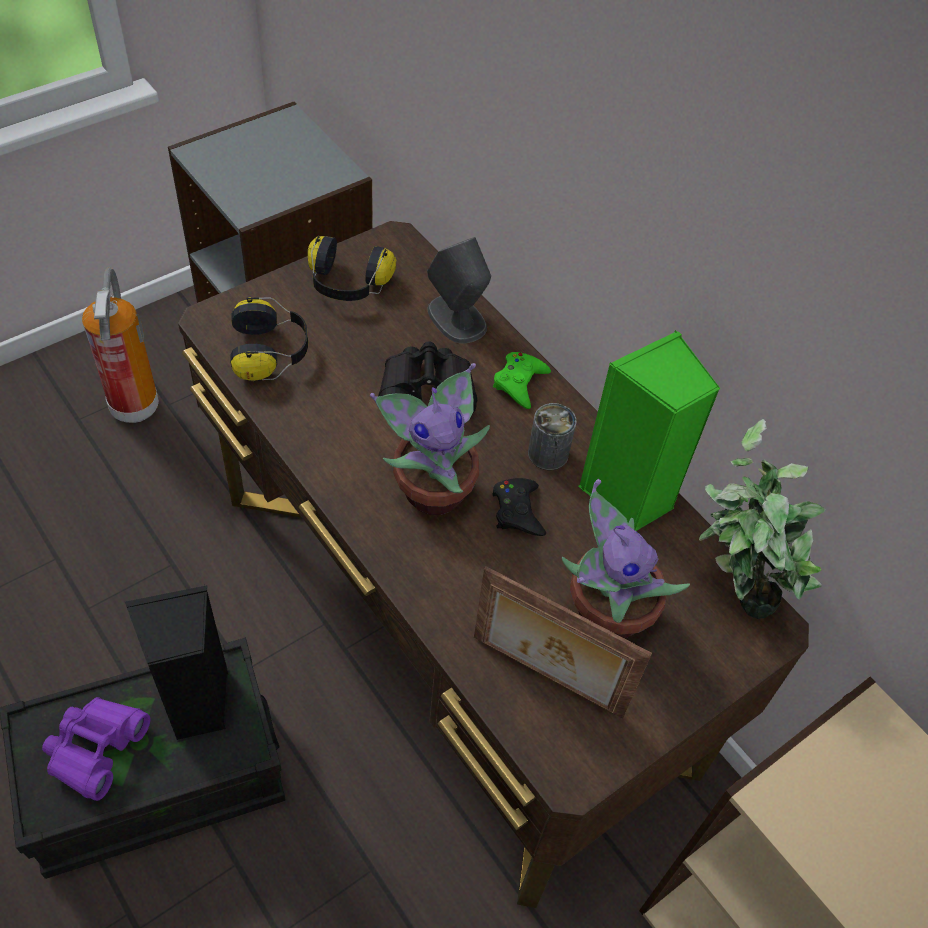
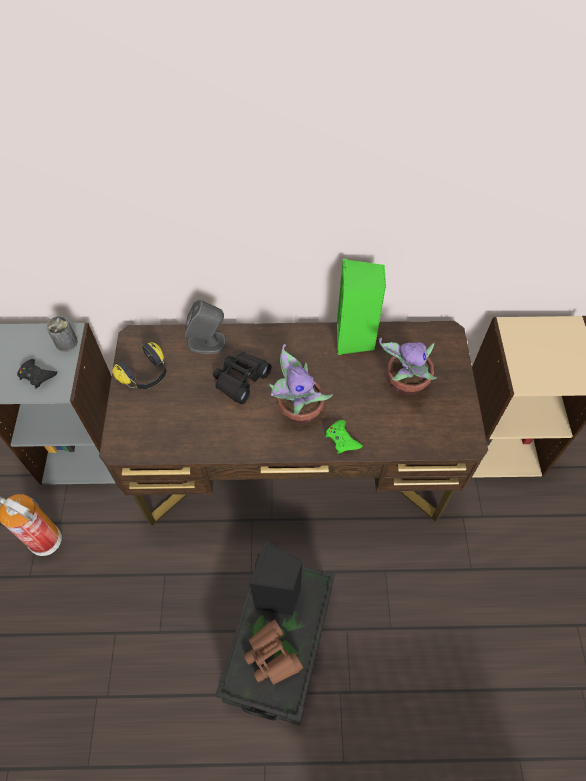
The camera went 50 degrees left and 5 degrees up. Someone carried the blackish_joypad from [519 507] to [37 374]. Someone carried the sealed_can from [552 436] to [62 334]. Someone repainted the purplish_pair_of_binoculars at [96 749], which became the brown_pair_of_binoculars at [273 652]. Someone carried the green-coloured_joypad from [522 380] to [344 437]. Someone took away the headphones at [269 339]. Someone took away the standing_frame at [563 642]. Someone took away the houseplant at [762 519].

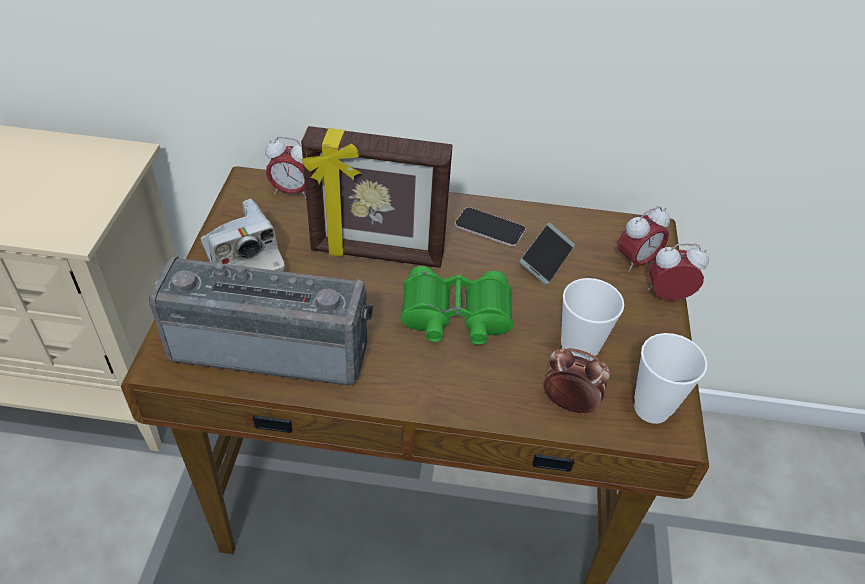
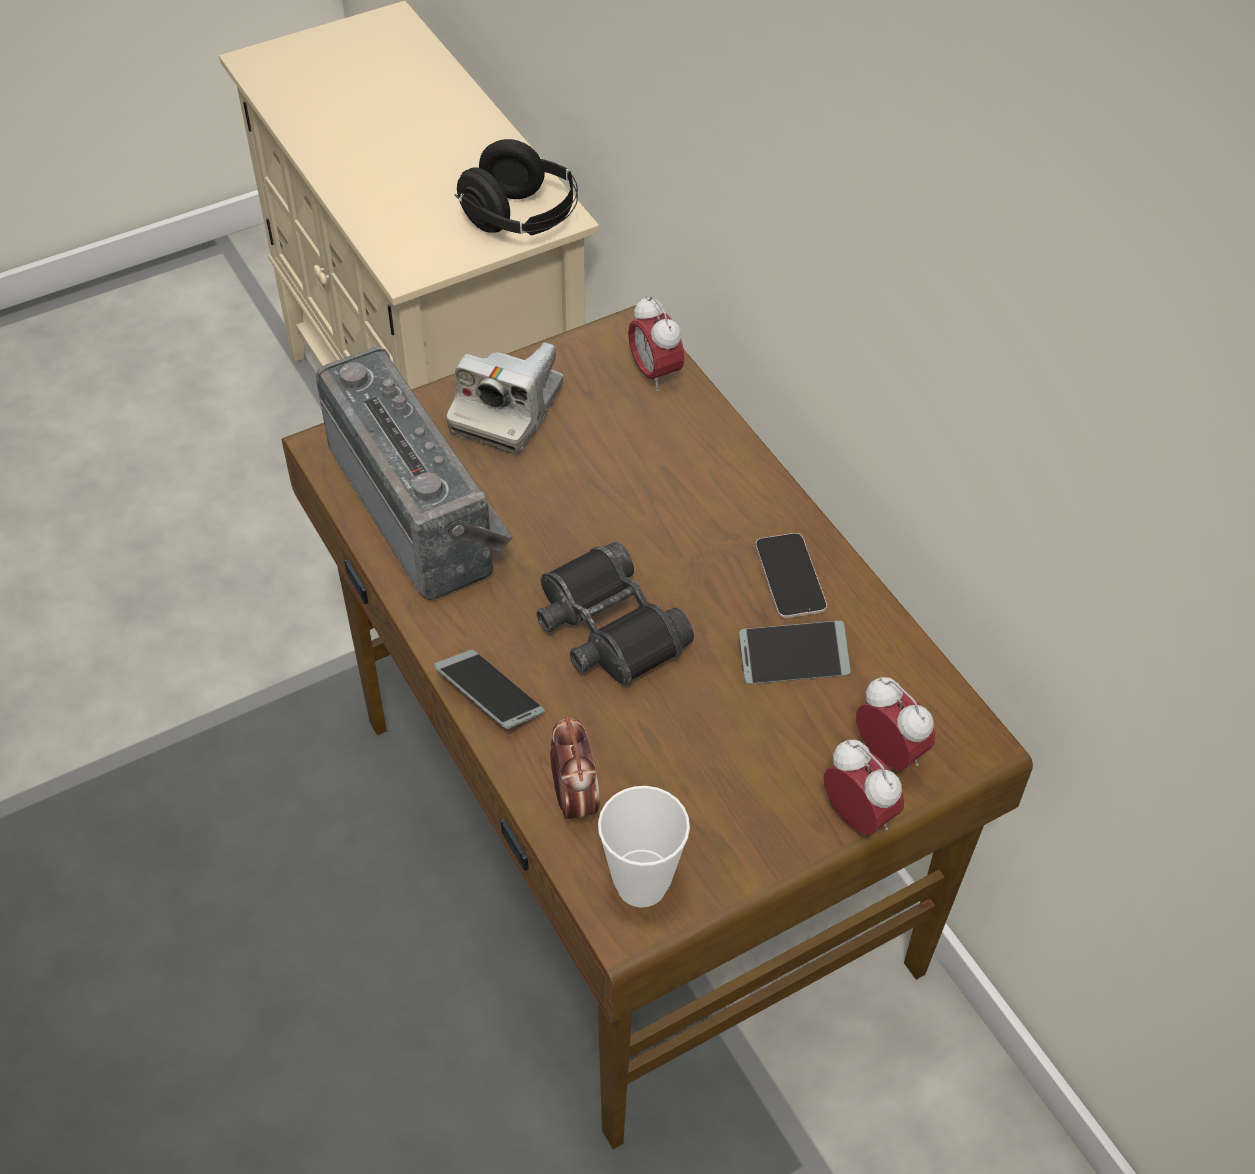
The camera went 55 degrees right and 5 degrees up. Someone put down the phone at [489 689]. Someone put down the blackish_headphones at [516 187]. Someone repainted the green-coloured_pair_of_binoculars at [456 305], which became the blackish_pair_of_binoculars at [615 613]. Someone rotated the alarm_clock at [643 239] by 150 degrees counterclockwise. Someone took away the standing_frame at [377 197]. Someone took away the small_cup at [592 319].

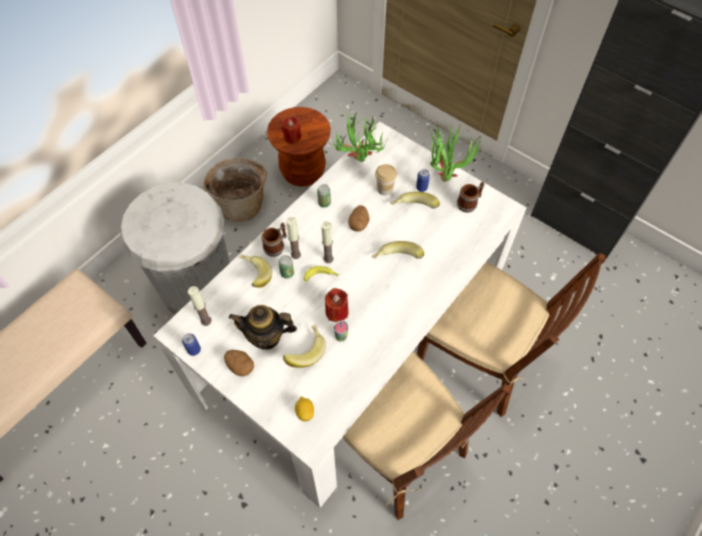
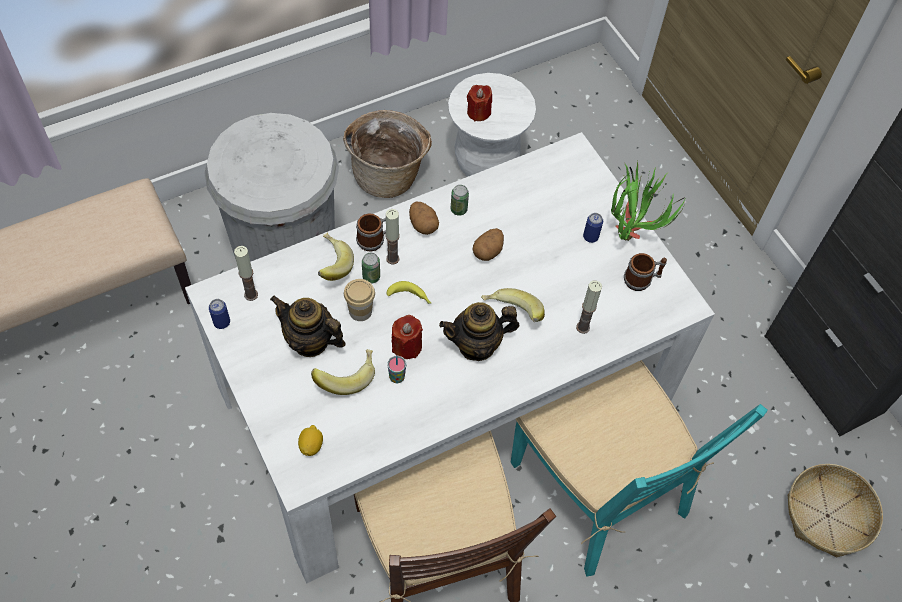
The camera went 20 degrees right and 0 degrees up. Someone carried the small_cup from [386 179] to [359 300]. Someone carried the spud from [239 363] to [424 218]. Someone put down the pot_for_tea at [479 331]. Someone repainted the brown_stool at [299 147], which became the white-coloured_stool at [492 124]. Someone repainted the brown_chair at [511 335], which became the blue-green_chair at [639 468]. Someone carried the candle from [327 242] to [589 307]. Someone put down the basket at [835 510]. Someone took away the houseplant at [359 137]. Someone took away the whole_banana at [415 200].

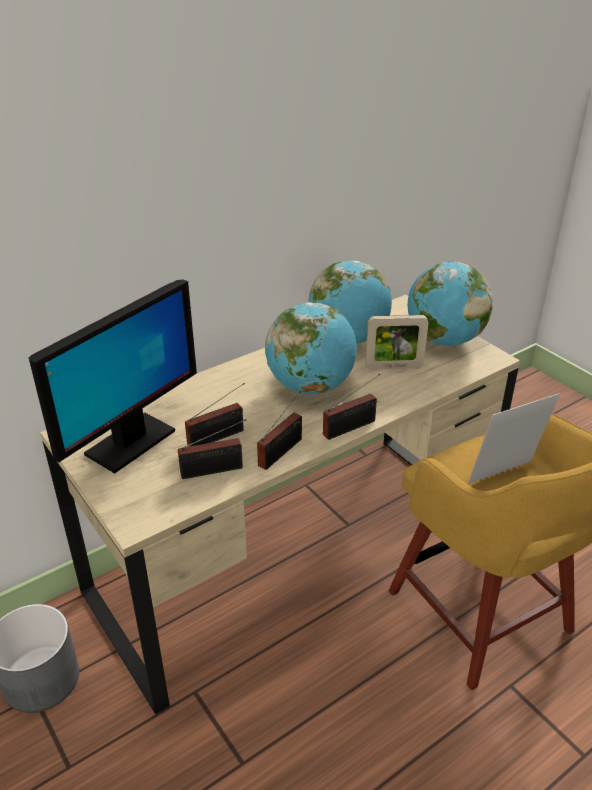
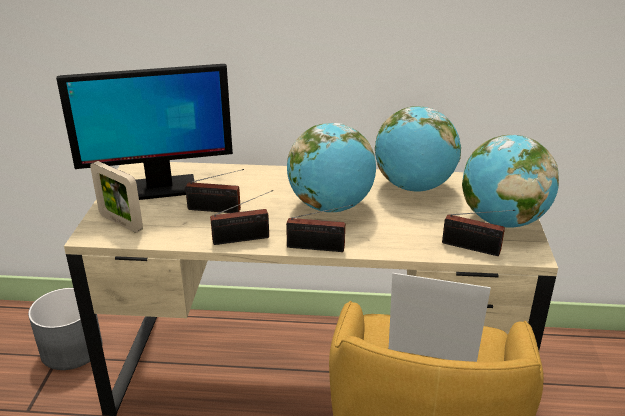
The camera went 40 degrees right and 5 degrees down. Someone carried the standing_frame from [396 342] to [116 197]. Someone carried the radio_set from [212 449] to [478 233].

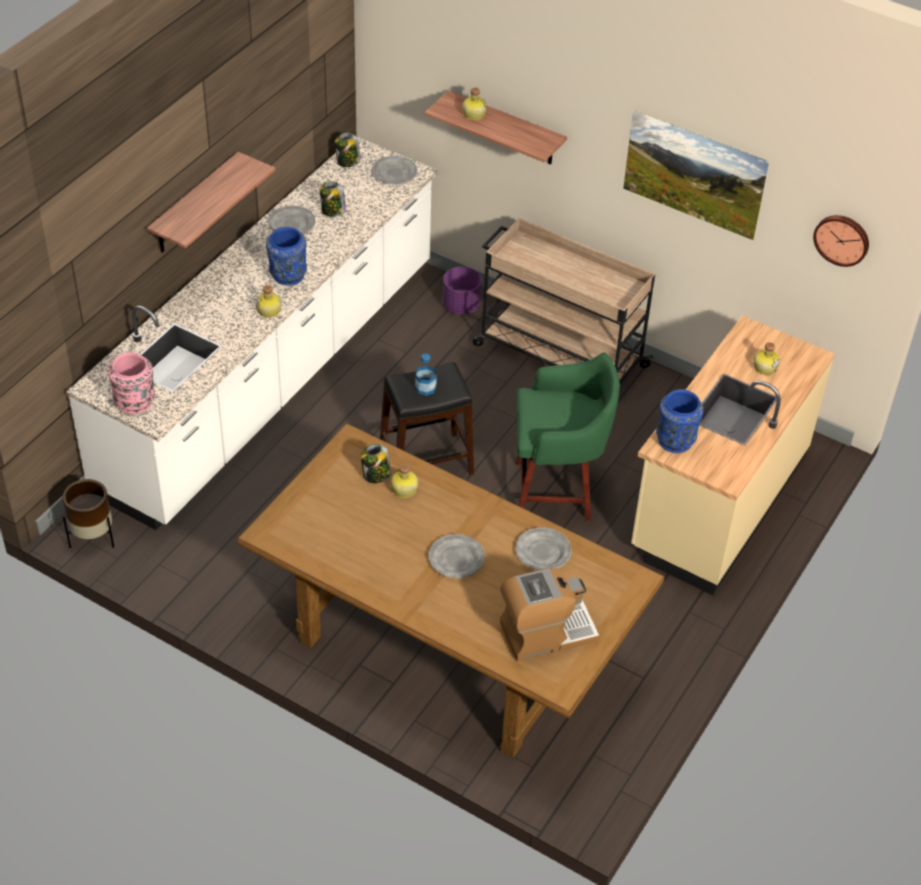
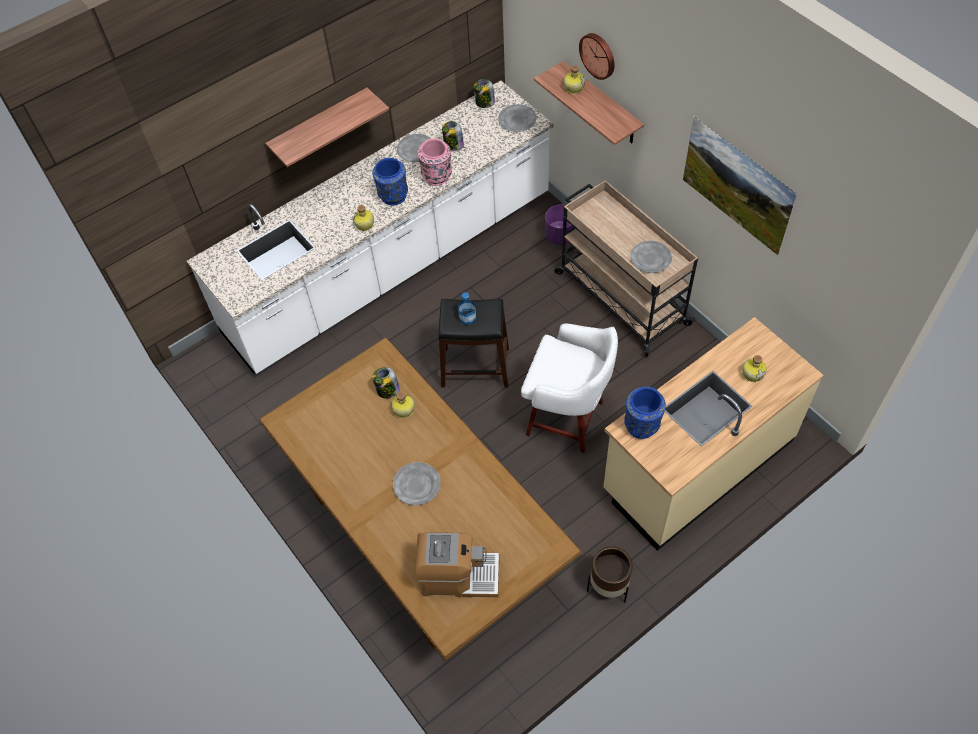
The camera went 25 degrees right and 10 degrees up. Someone carried the pinkish_decorative_vase from [131 383] to [435 161]. Someone repainted the green-coloured_stool at [568 436], which became the white-coloured_stool at [569 388]. Someone carried the hanging_clock from [841 241] to [596 56]. Someone carried the brown_flower_pot from [88 513] to [609 574]. Someone carried the greyish_flat_dish from [543 548] to [651 257].

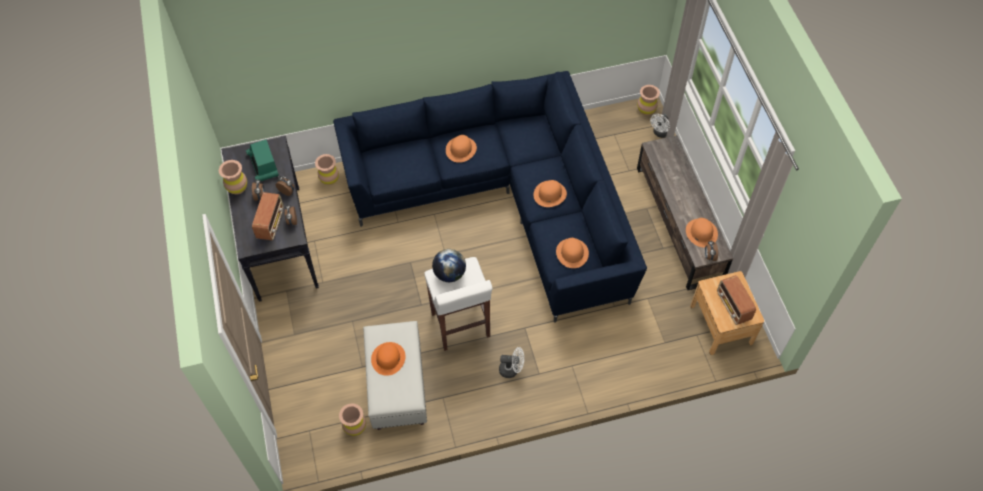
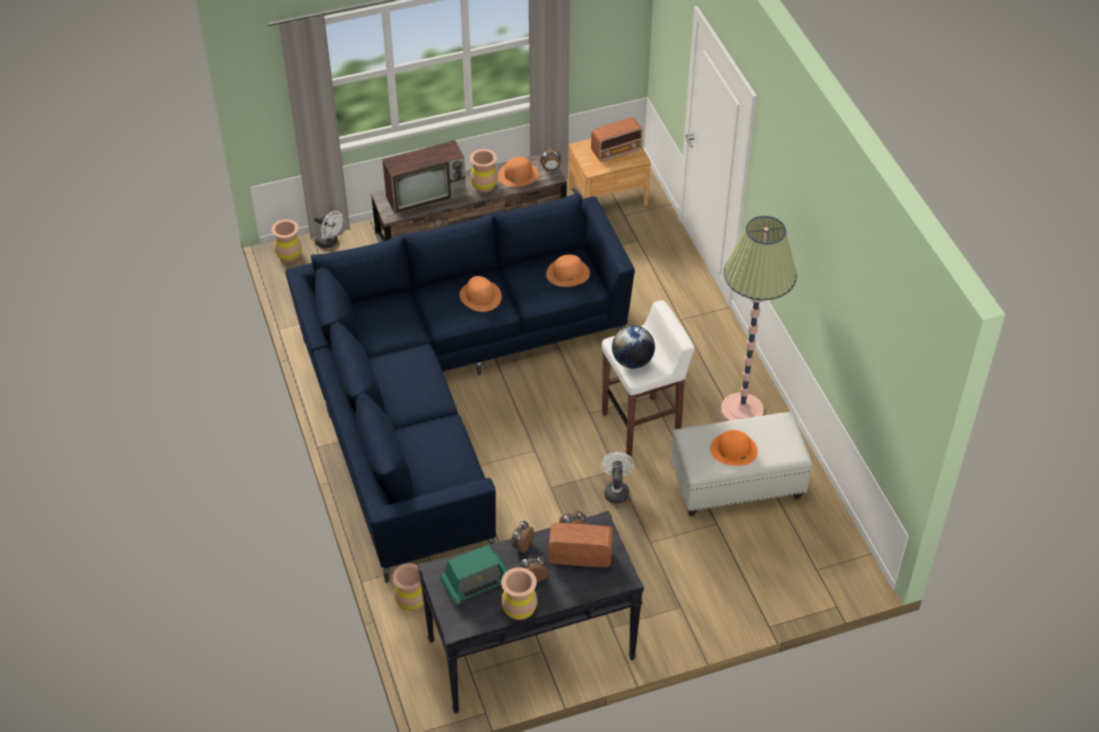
The camera went 95 degrees left and 10 degrees down. Someone put down the TV_set at [424 177]. Someone carried the brown_decorative_vase from [352 419] to [484 170]. Someone carried the white-coloured_cooling_fan from [511 362] to [617 477]. Someone put down the floor_lamp at [759 318]. Someone took away the orange_wearable_hat at [461 149].

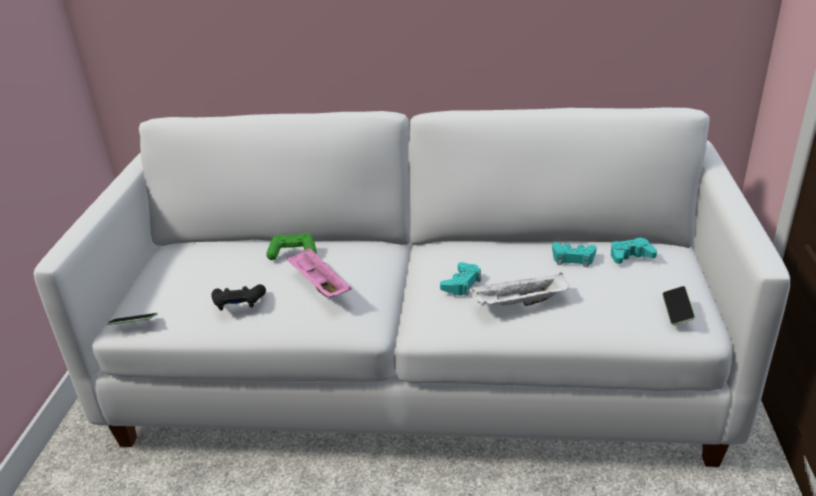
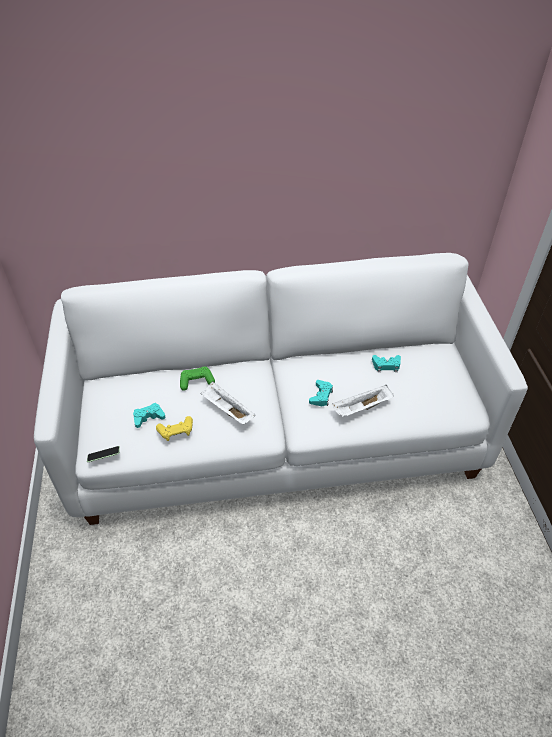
The camera went 15 degrees left and 15 degrees up. Someone carried the blue-green_joypad from [634 250] to [149 415]. Someone repainted the blackish_joypad at [238 297], which became the yellow-coloured_joypad at [174 428]. Someone repainted the pinkish_carrying_tray at [319 272], which became the white-coloured_carrying_tray at [228 403]. Someone took away the phone at [678 305].

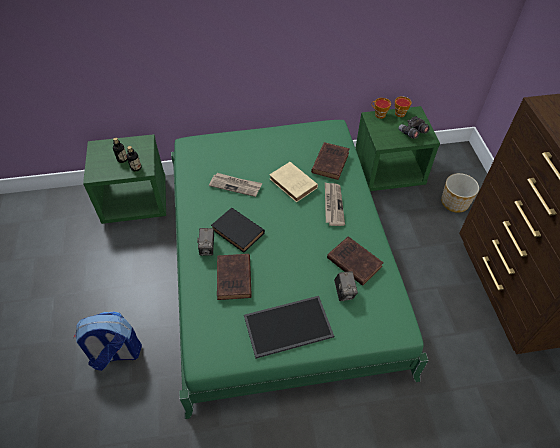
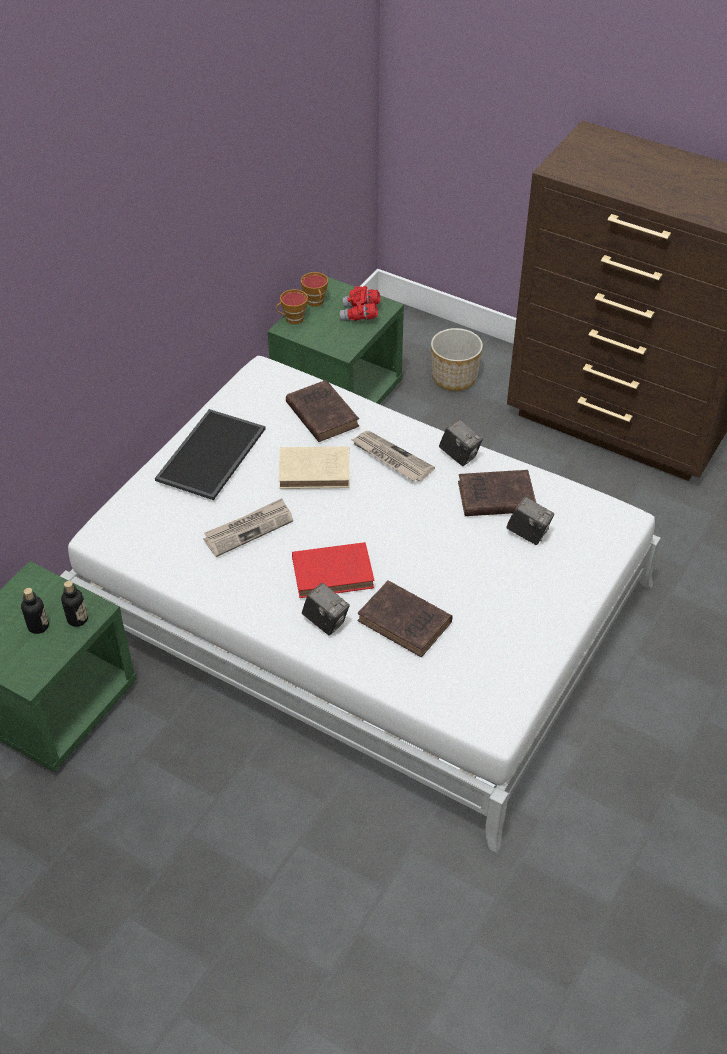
The camera went 50 degrees left and 5 degrees down. Someone repainted the green-coloured_sleeping_bed at [300 269], which became the white-coloured_sleeping_bed at [360 604]. Someone carried the carrying_tray from [289 327] to [210 454]. Someone repainted the blackish_volume at [238 230], which became the reddish_volume at [333 570]. Someone repainted the greyish_pair_of_binoculars at [414 127], which became the reddish_pair_of_binoculars at [360 303]. Someone put down the photo_camera at [461 442]. Someone took away the backpack at [108 341].

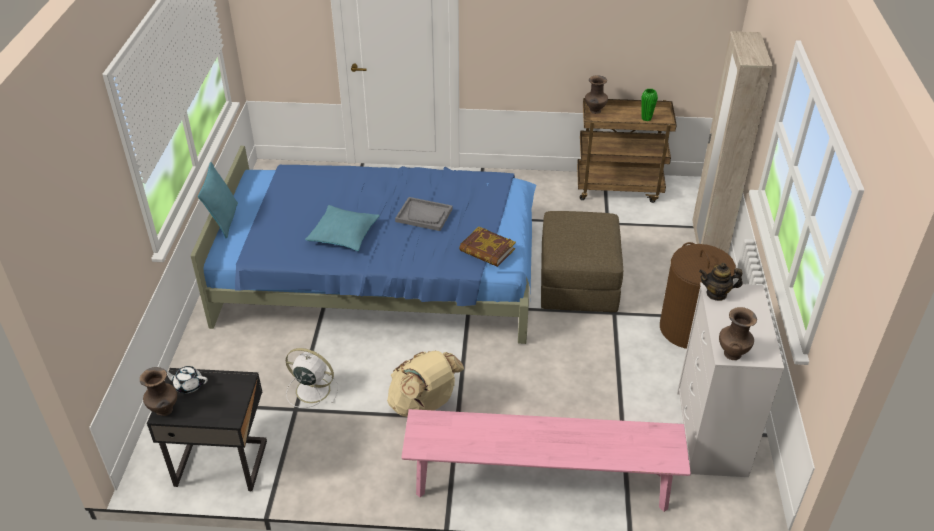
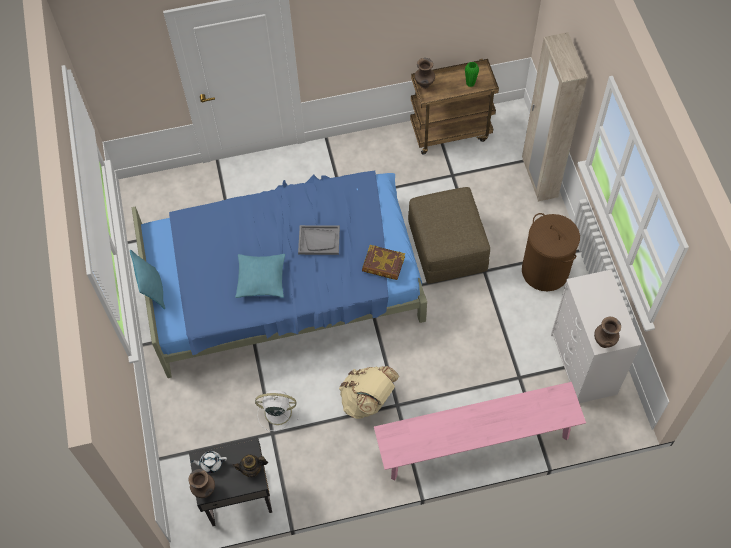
The camera went 15 degrees left and 20 degrees up. Someone carried the pot_for_tea from [721 282] to [250 465].

